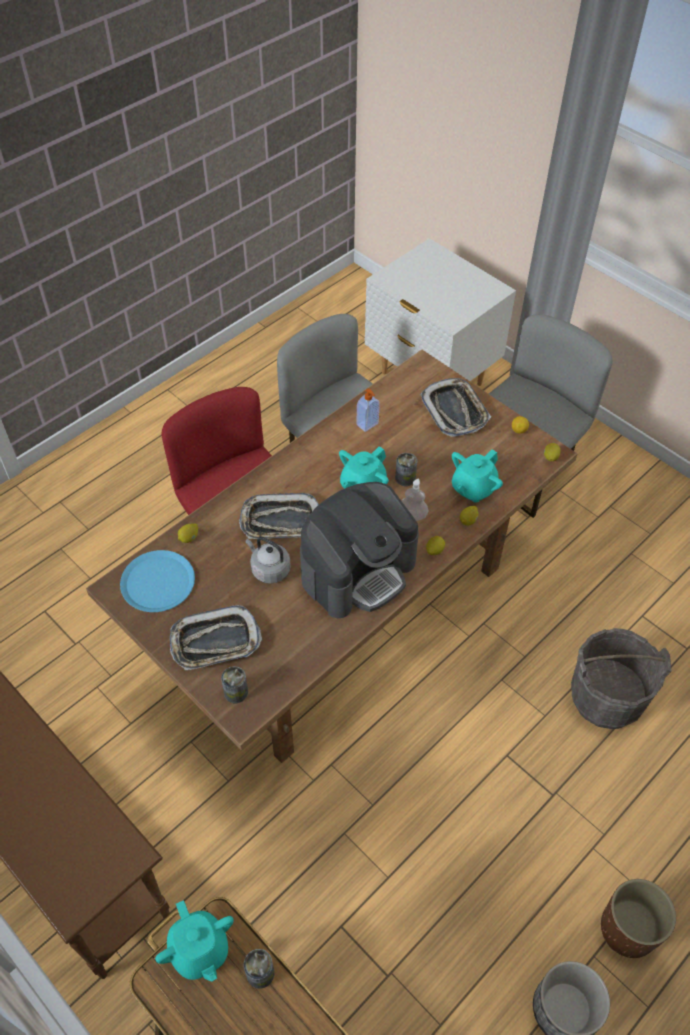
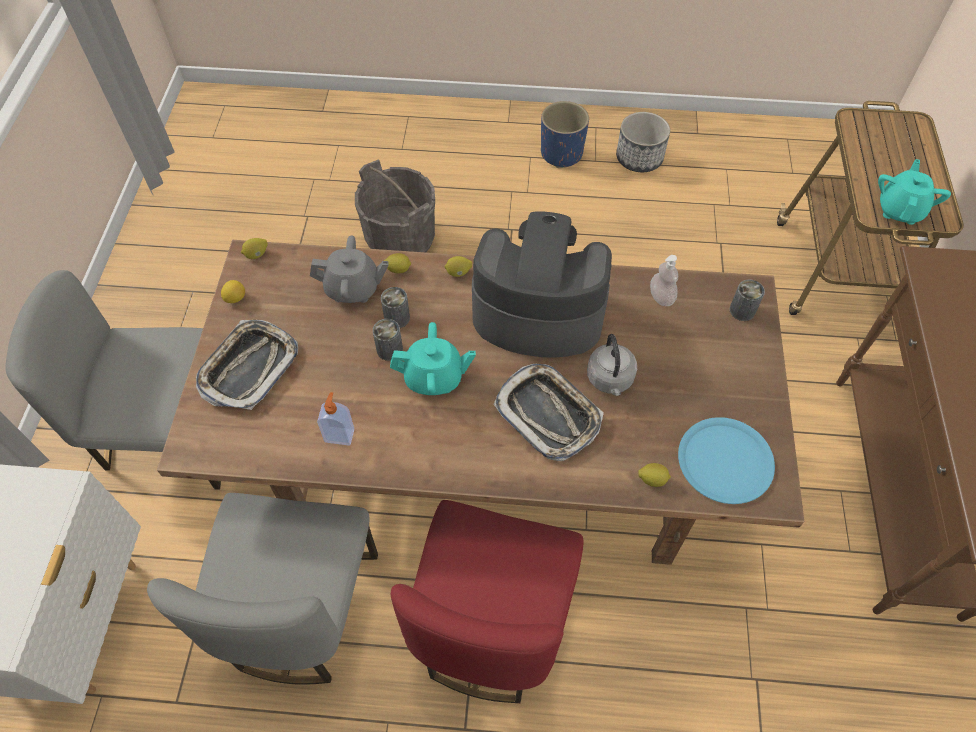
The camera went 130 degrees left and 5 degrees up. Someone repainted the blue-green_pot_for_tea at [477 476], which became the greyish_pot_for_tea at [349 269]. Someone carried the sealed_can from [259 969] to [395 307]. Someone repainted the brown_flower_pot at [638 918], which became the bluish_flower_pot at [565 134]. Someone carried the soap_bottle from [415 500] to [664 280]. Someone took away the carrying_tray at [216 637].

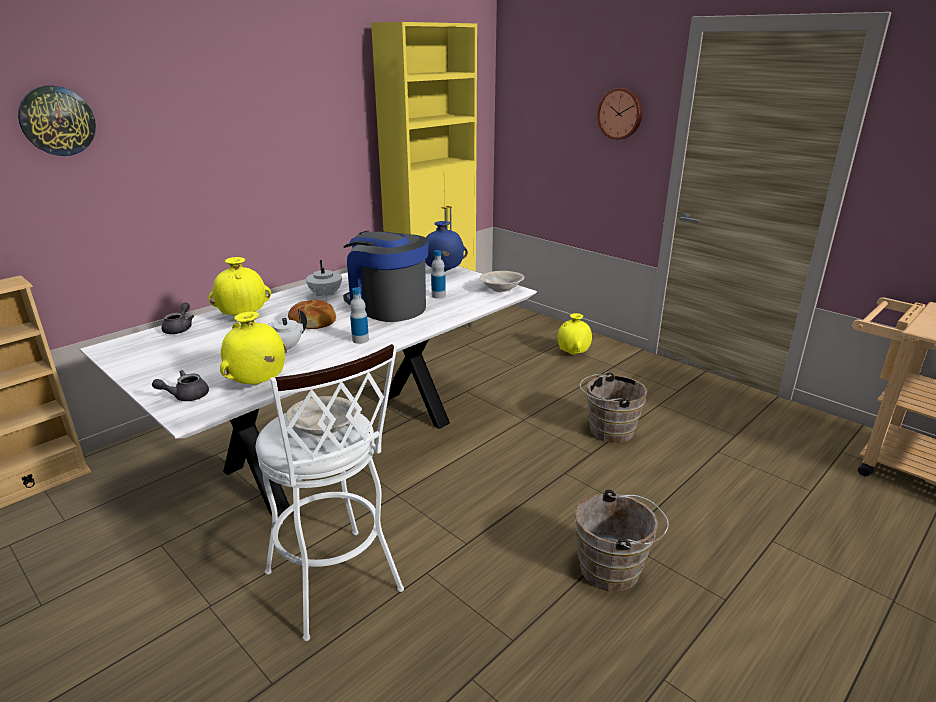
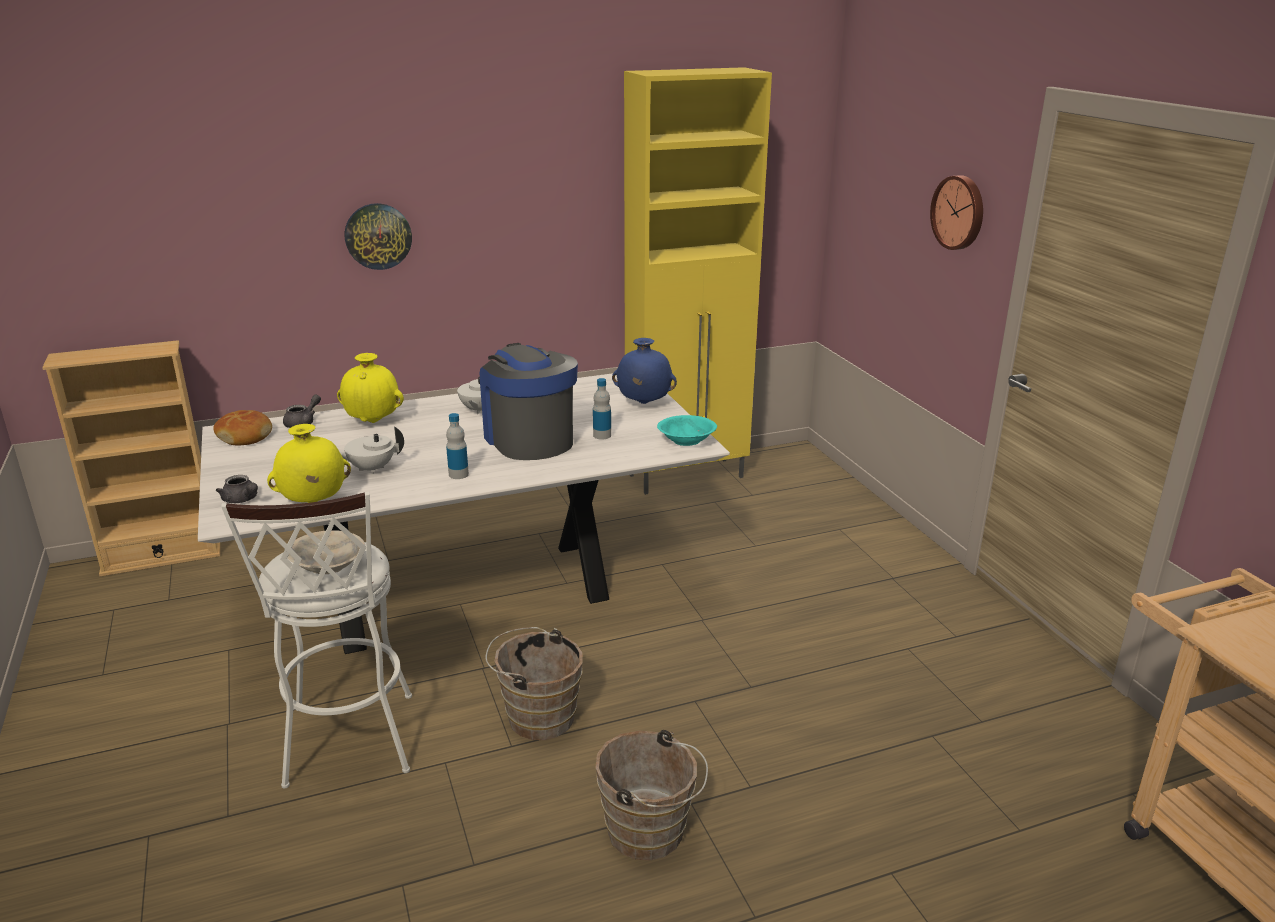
The camera went 25 degrees right and 0 degrees up. Someone carried the baked_bread from [312 314] to [242 427]. Someone rotated the greyish_pot_for_tea at [180 385] by 135 degrees counterclockwise. Someone carried the hanging_clock from [57 120] to [378 236]. Someone carried the brown_bucket from [613 407] to [534 683]. Someone repainted the beige-coloured_deep_dish at [502 281], which became the blue-green_deep_dish at [687 430]. Someone took away the yellow-coloured_decorative_vase at [575 334].

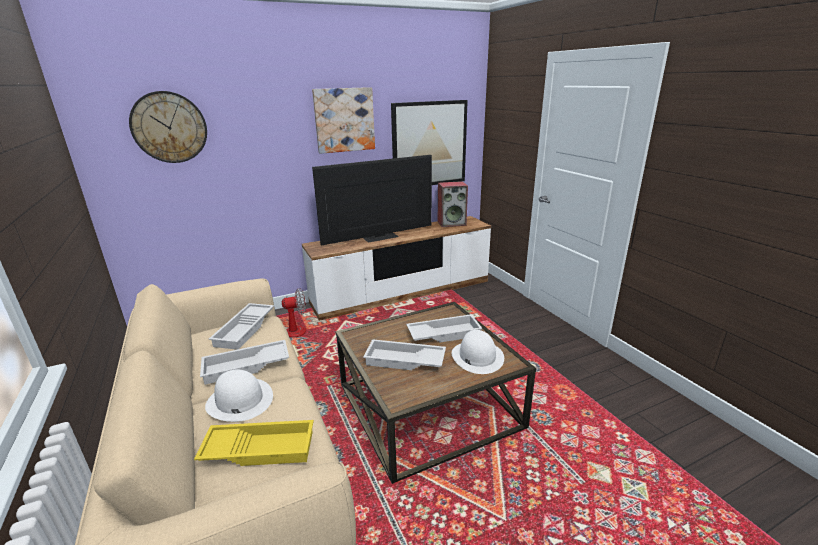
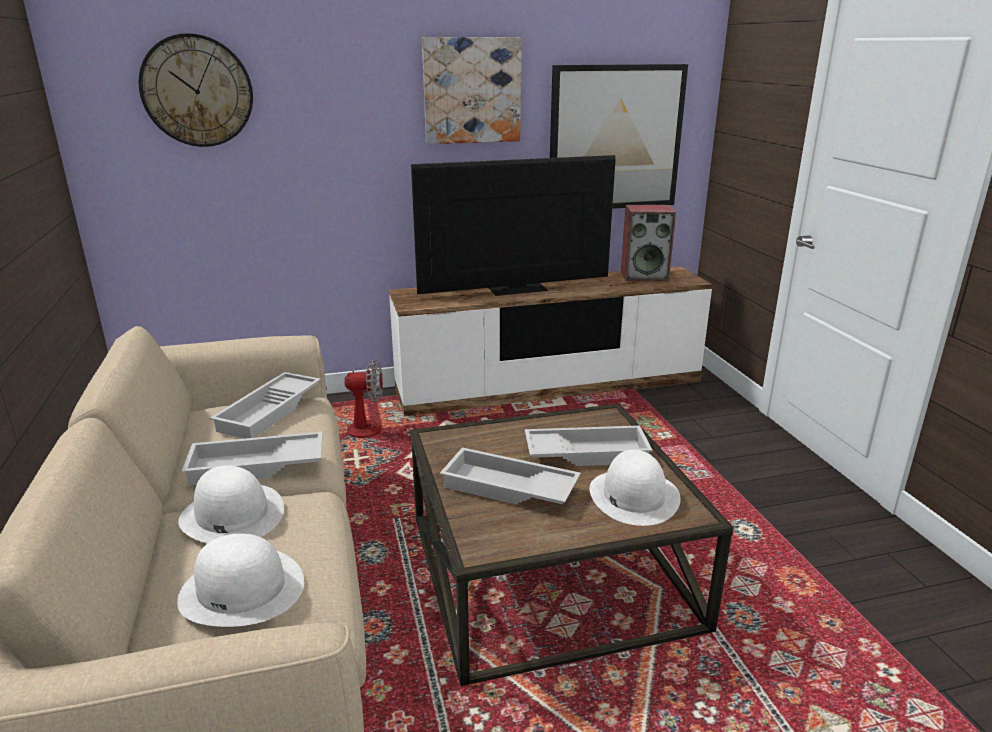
The camera went 10 degrees right and 0 degrees up. Someone swapped the yellow-coloured_carrying_tray at [254 443] for the white-coloured_wearable_hat at [240 580].

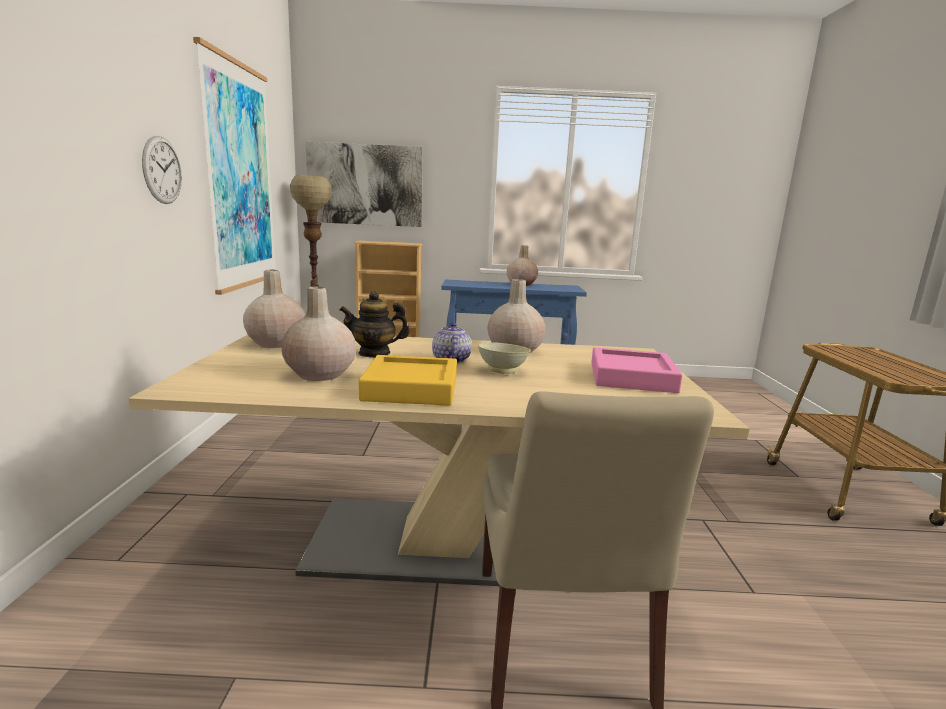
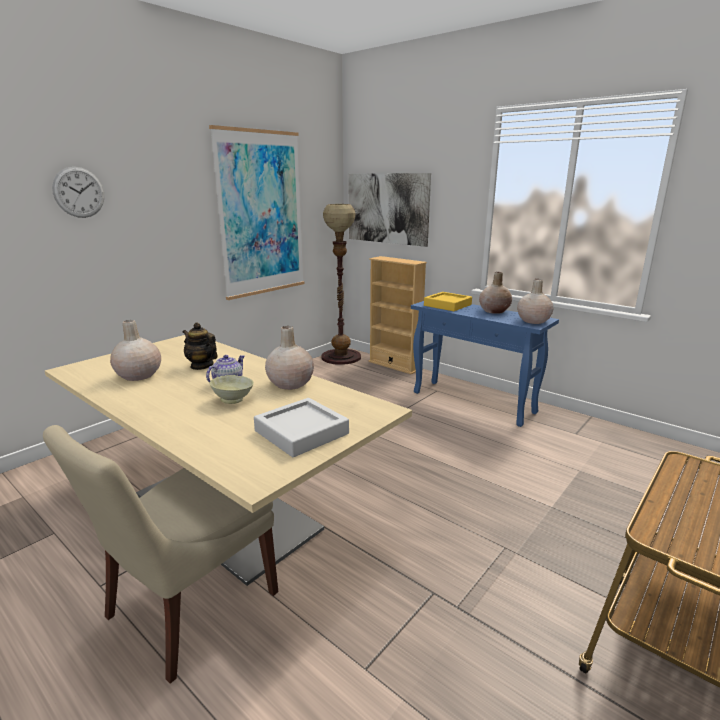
The camera went 40 degrees right and 5 degrees up. Someone carried the hanging_clock from [162 170] to [78 192]. Someone repainted the pinkish_carrying_tray at [637 370], which became the greyish_carrying_tray at [301 427]. Someone carried the yellow-coloured_carrying_tray from [408 380] to [448 301]. Someone carried the beige-coloured_decorative_vase from [274 309] to [535 301].

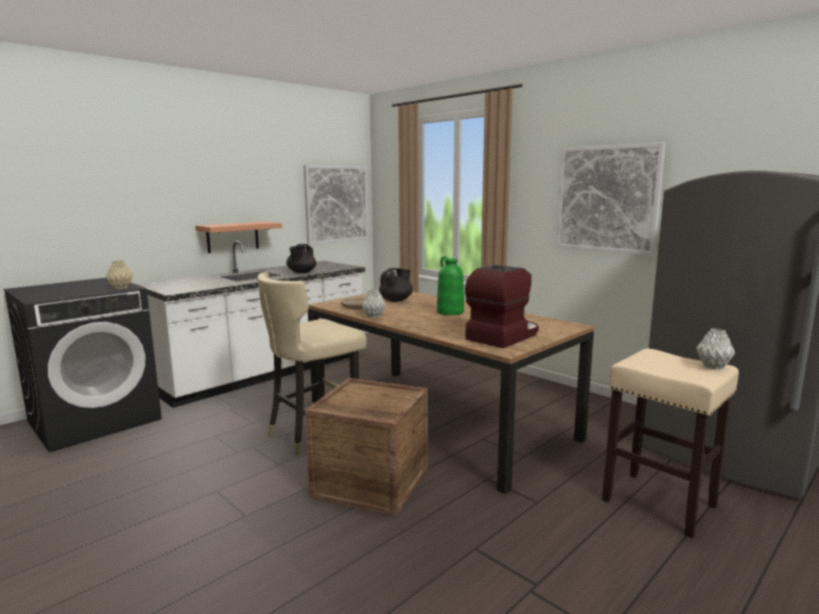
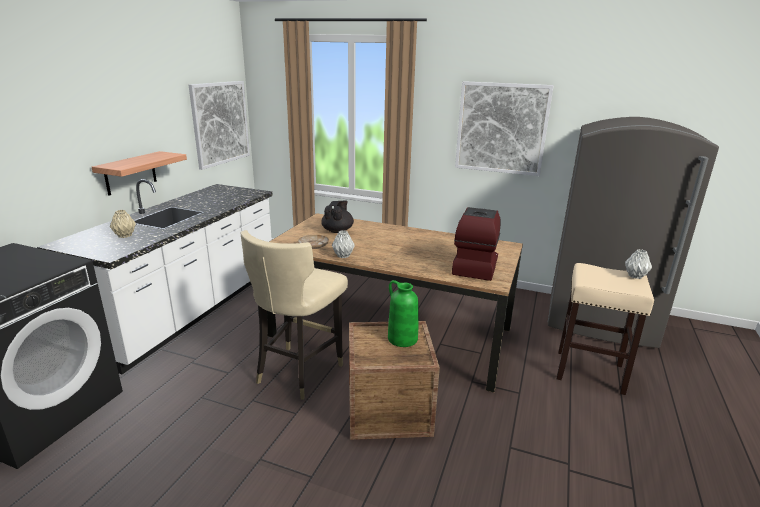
The camera went 25 degrees left and 10 degrees up. Someone carried the beige-coloured_decorative_vase from [119 274] to [123 224]. Someone carried the green-coloured_decorative_vase from [450 285] to [403 313]. Someone took away the blackish_pot_for_tea at [301 258].

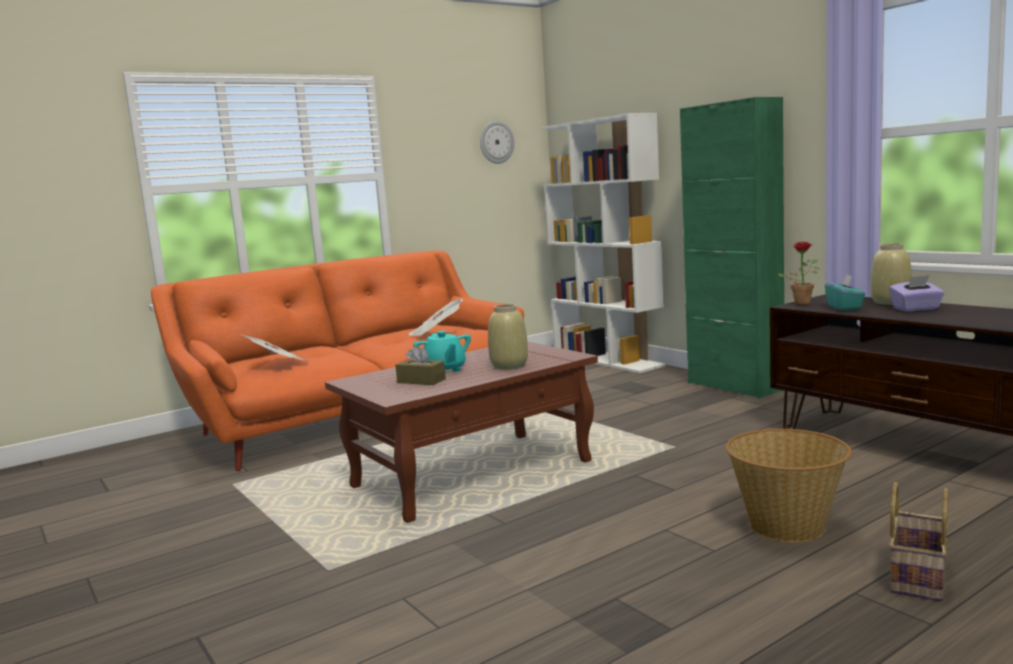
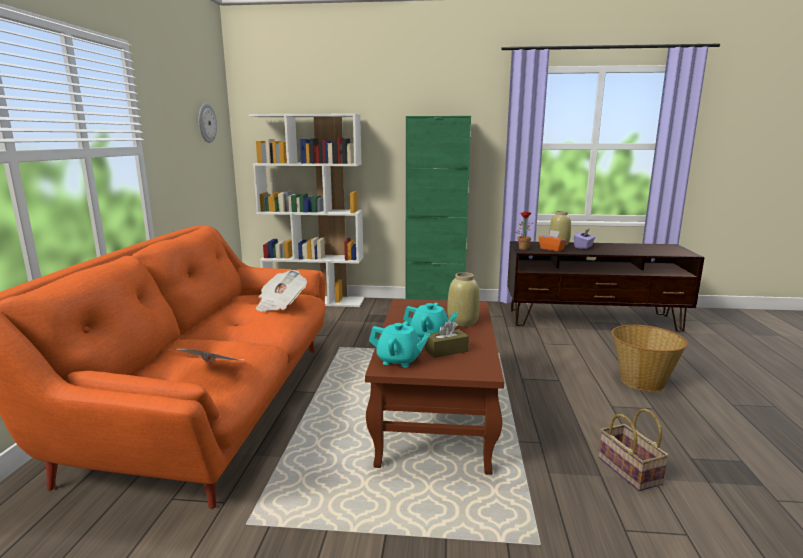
The camera went 50 degrees left and 5 degrees up. Someone put down the blue-green_pot_for_tea at [399 344]. Someone repainted the blue-green_tissue_holder at [845 292], which became the orange_tissue_holder at [553 241]. Someone carried the basket from [918 541] to [633 450].

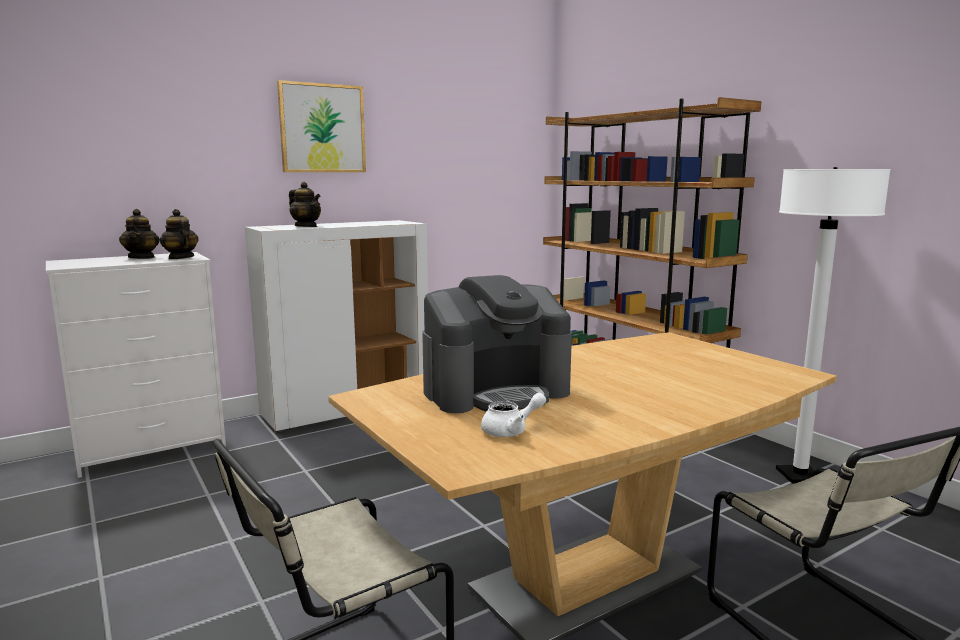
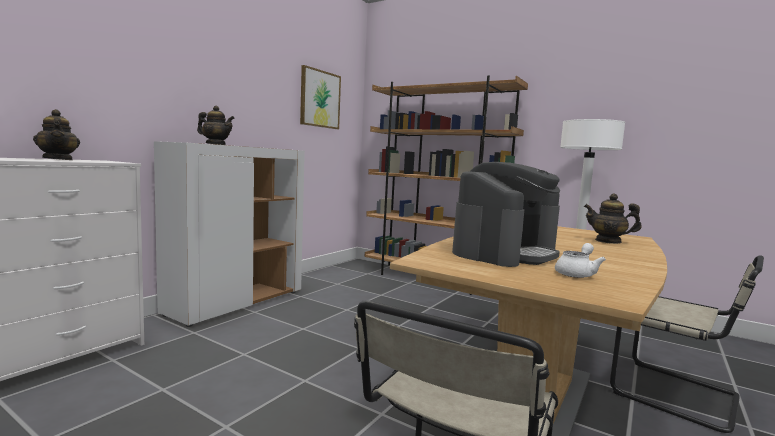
The camera went 25 degrees left and 5 degrees down. Someone carried the picture from [321 126] to [320 97]. Someone carried the pot_for_tea from [179 234] to [613 219].

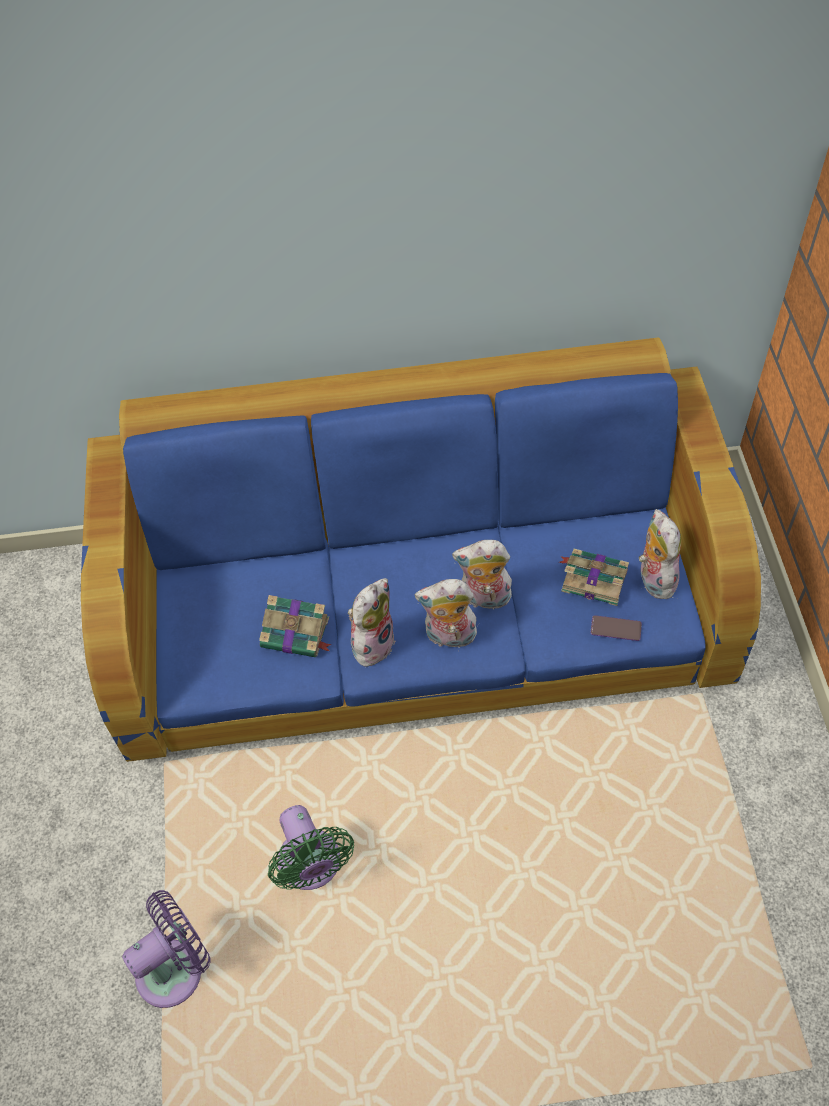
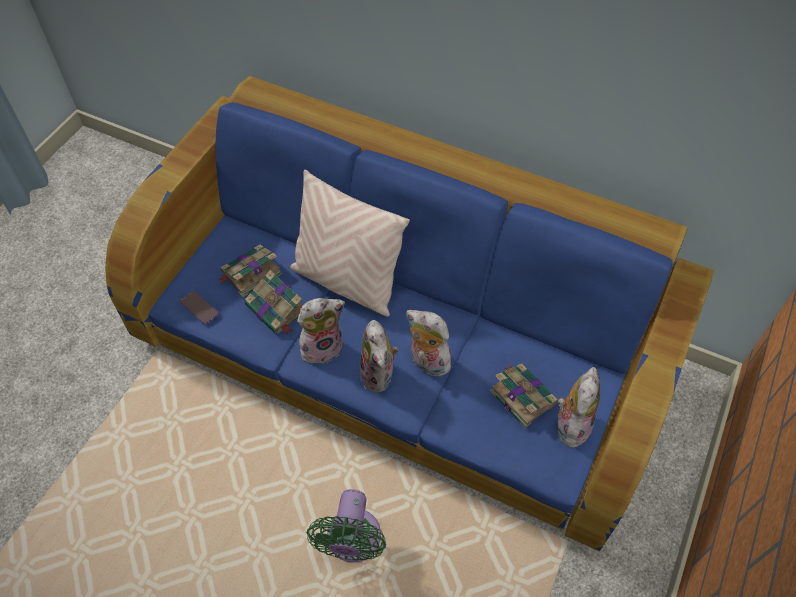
The camera went 30 degrees right and 0 degrees up. Someone carried the phone from [616 628] to [199 308]. Someone put down the volume at [250 271]. Someone put down the beige-coloured_pillow at [350 243]. Someone carried the green-coloured_cooling_fan from [311 847] to [346 526]. Someone rotated the plush_toy at [446 613] by 135 degrees counterclockwise. Someone took away the purplish_cooling_fan at [166 949].

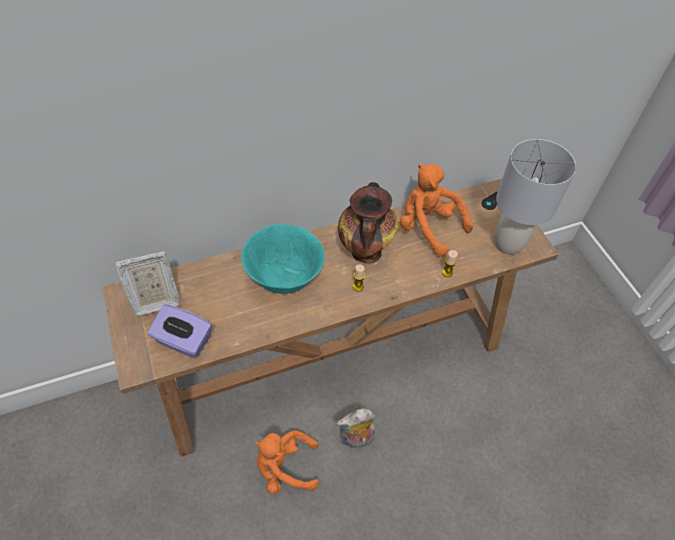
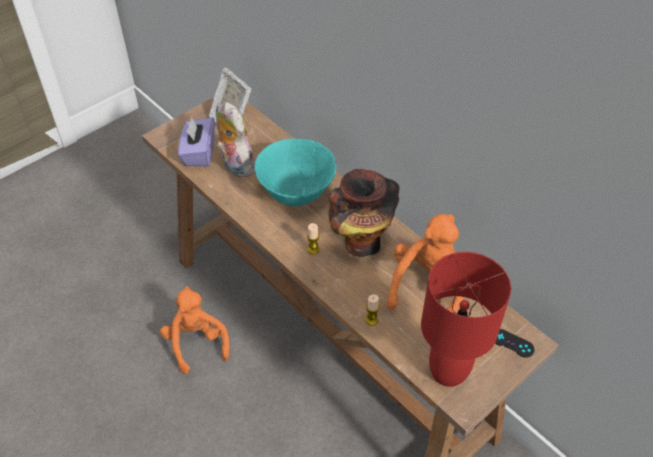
The camera went 70 degrees right and 5 degrees down. Someone carried the plush_toy from [355 428] to [235 140]. Someone repainted the greyish_table_lamp at [535 197], which became the reddish_table_lamp at [466 319].

